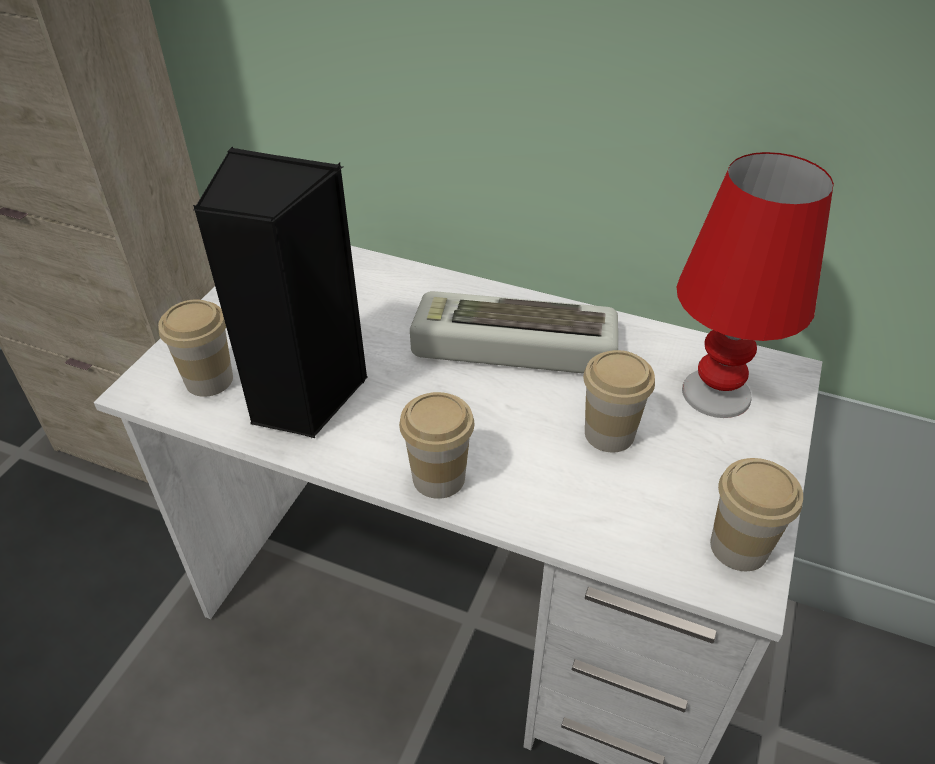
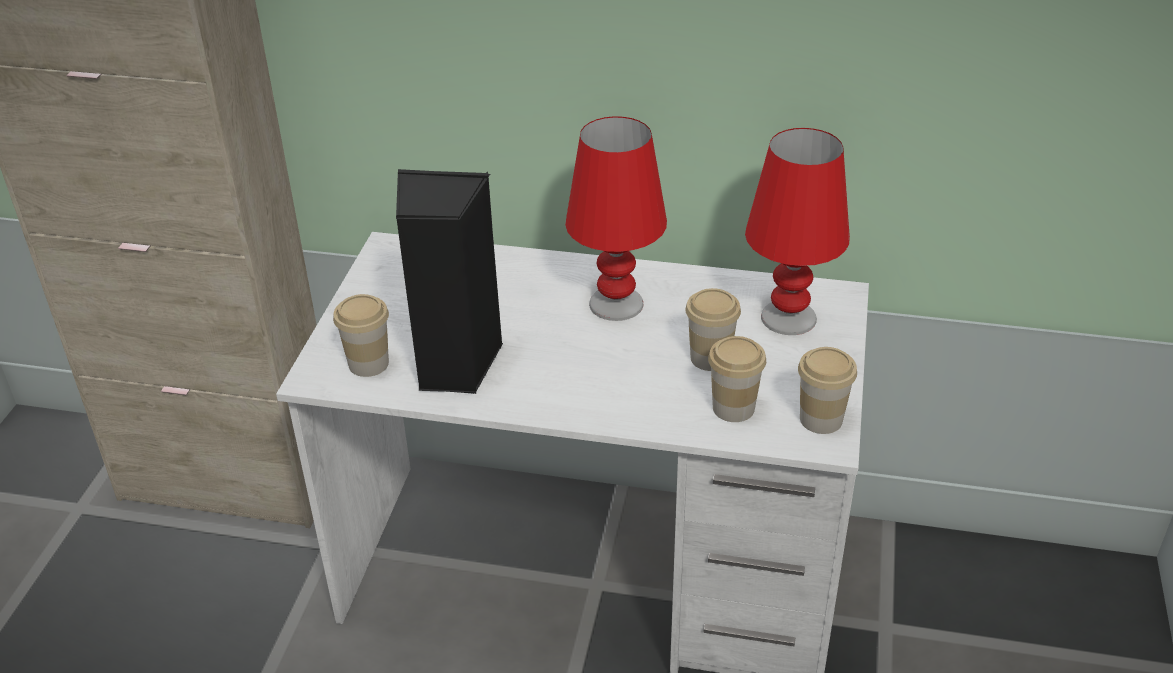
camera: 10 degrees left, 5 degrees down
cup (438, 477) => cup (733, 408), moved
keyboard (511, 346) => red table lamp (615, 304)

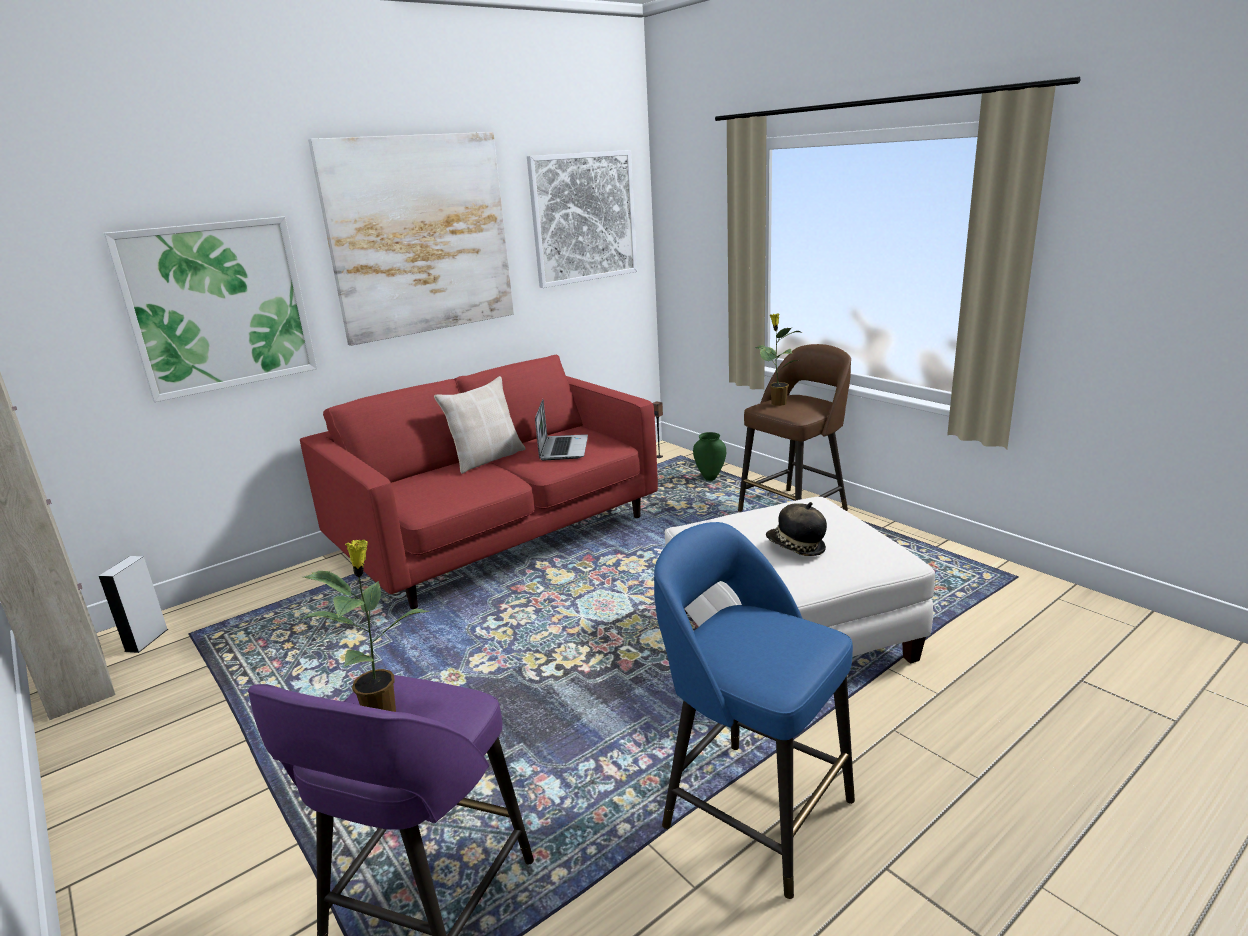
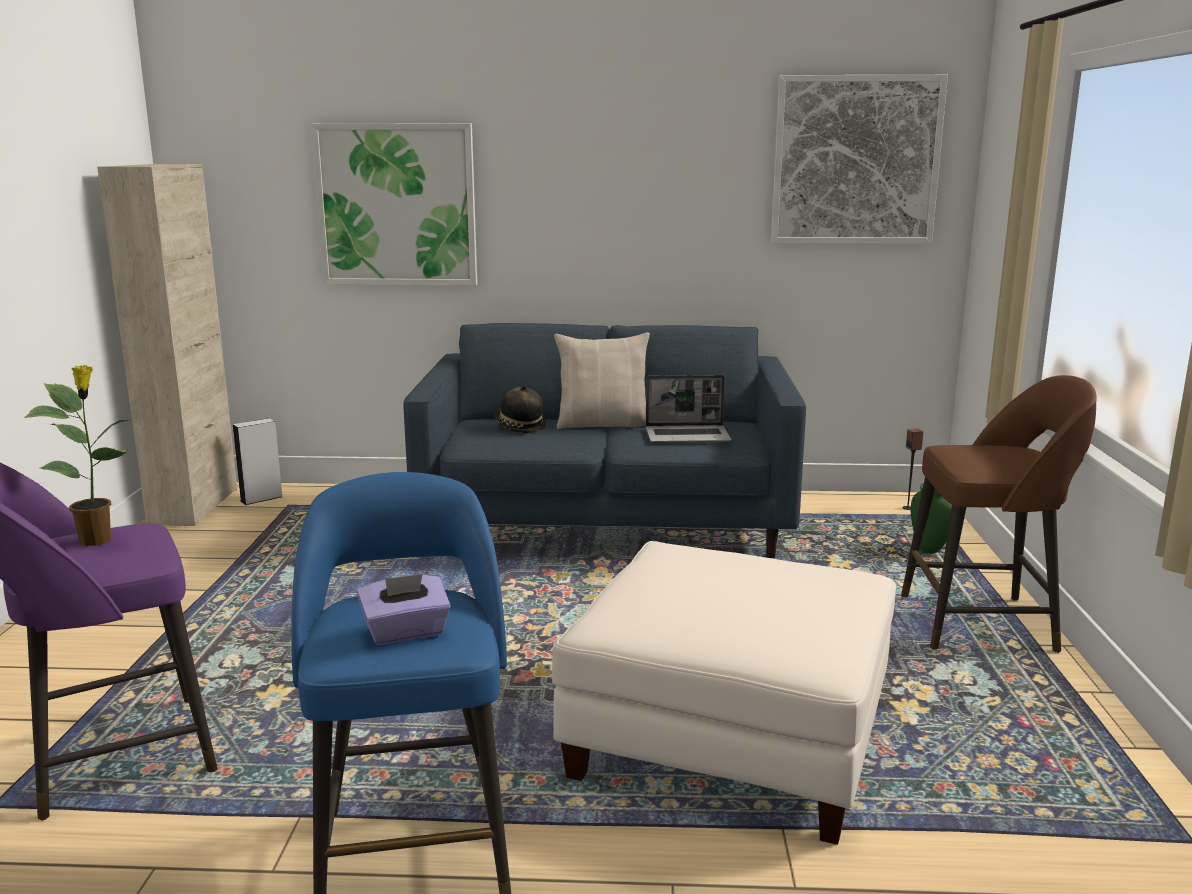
camera: 40 degrees right, 5 degrees down
picture (420, 236) => nothing
potted plant (777, 403) => nothing
nothing => purple tissue box (406, 632)
hat (795, 548) => hat (520, 427), moved
red sofa (498, 537) => blue sofa (606, 524)
laptop (563, 448) => laptop (688, 436), 45 degrees clockwise

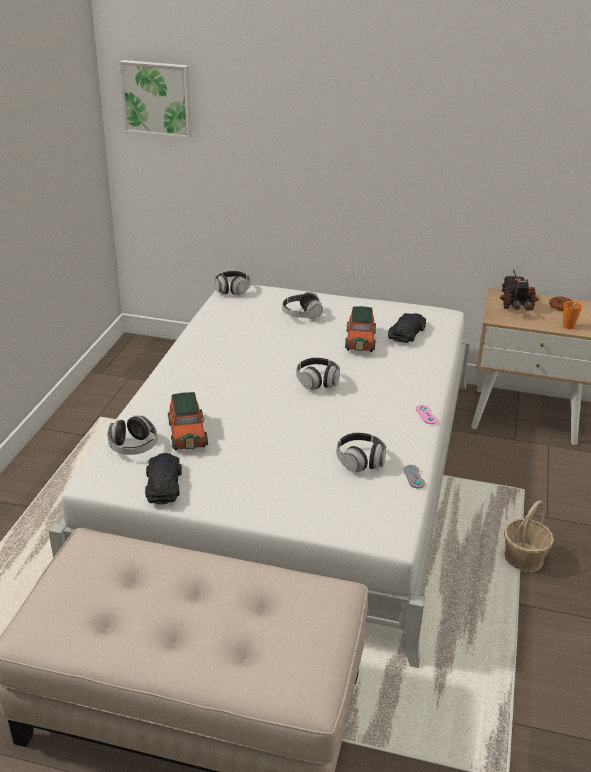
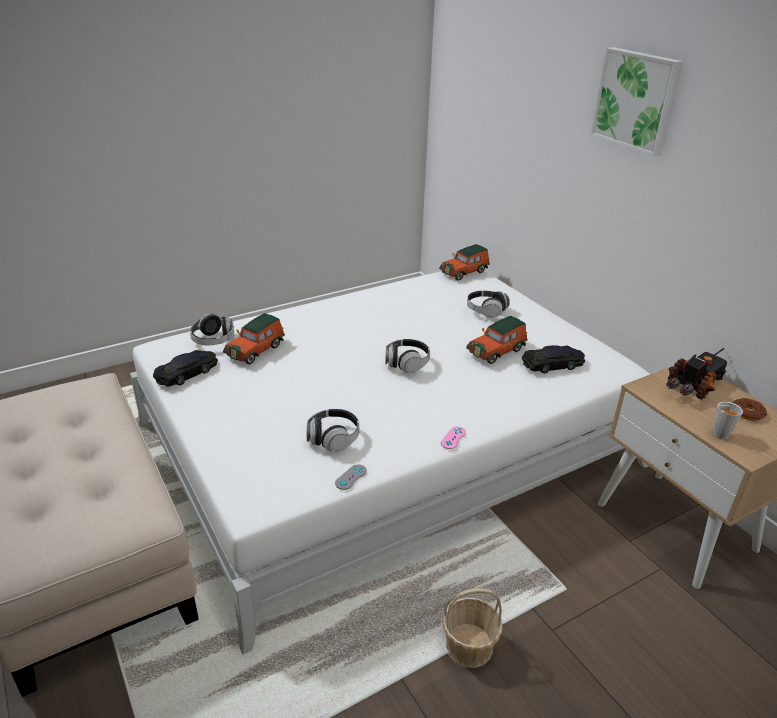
camera: 45 degrees right, 0 degrees up
picture (157, 98) => picture (637, 100), moved
headphones (232, 290) => toy car (465, 272)
orange cup (567, 327) => grey cup (717, 435)

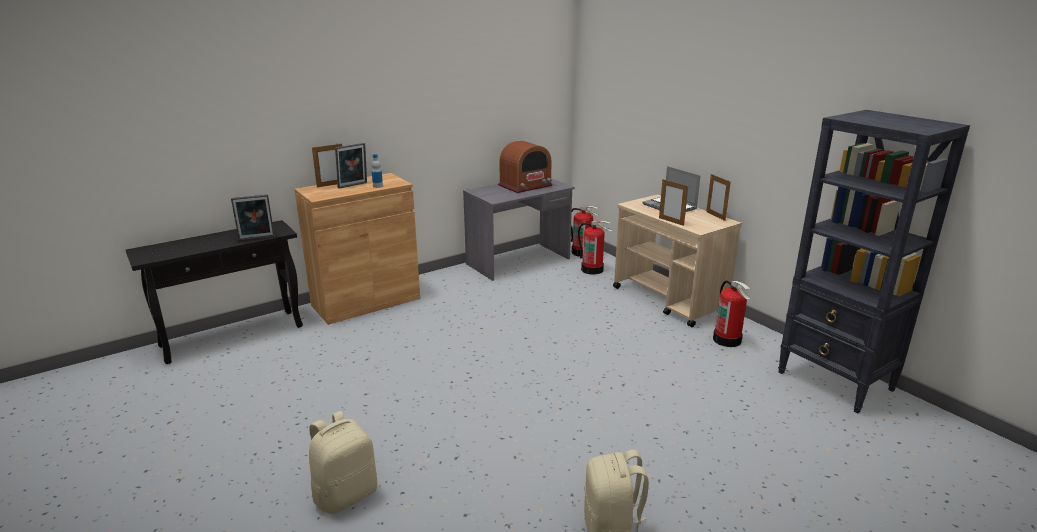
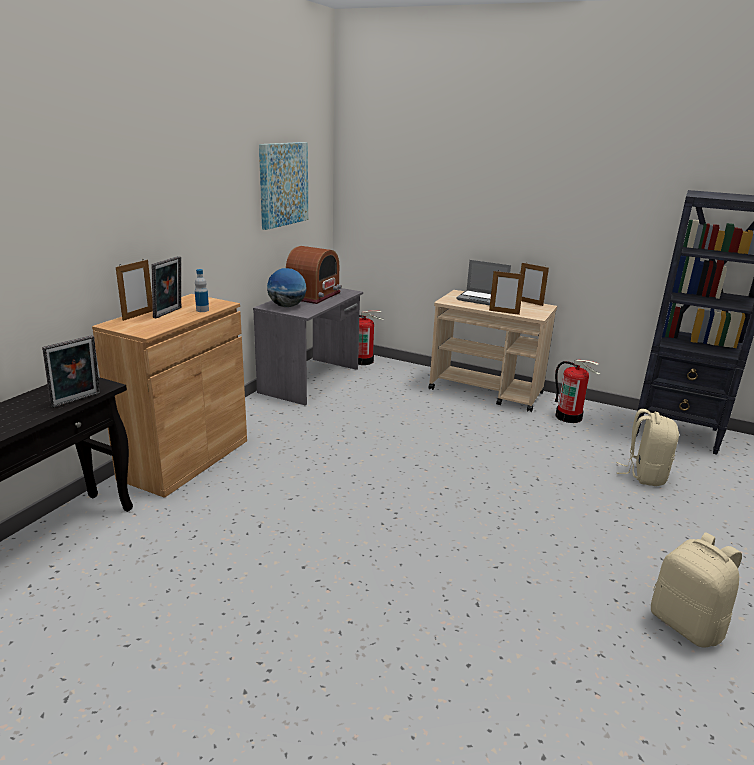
camera: 30 degrees left, 0 degrees up
fire extinguisher (592, 270) => nothing
nothing => picture (283, 184)
nothing => globe (287, 306)
beige backpack (345, 494) => beige backpack (644, 475), moved

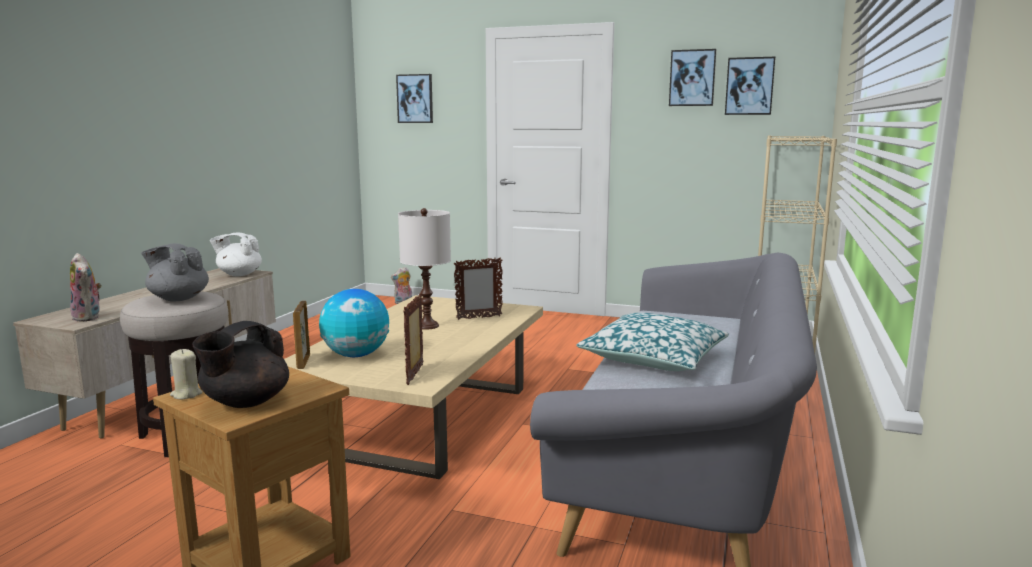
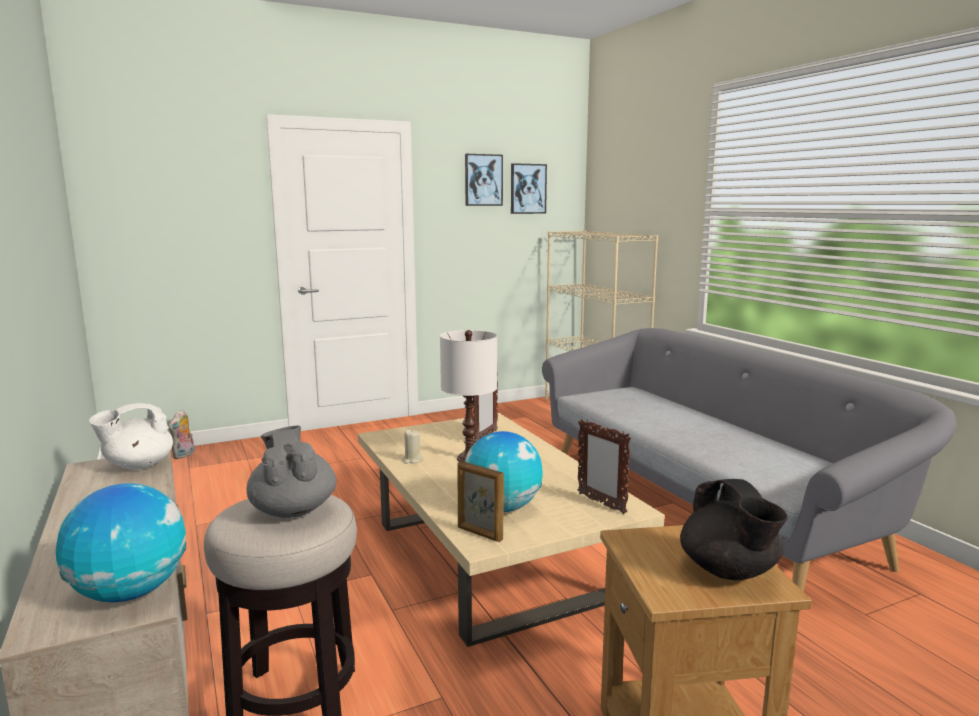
camera: 45 degrees left, 0 degrees up
picture (415, 98) => nothing
pillow (654, 357) => nothing
beige candle (186, 394) => beige candle (412, 460), moved
plush toy (89, 317) => globe (129, 592)
grey teapot (178, 298) => grey teapot (293, 510), 90 degrees clockwise

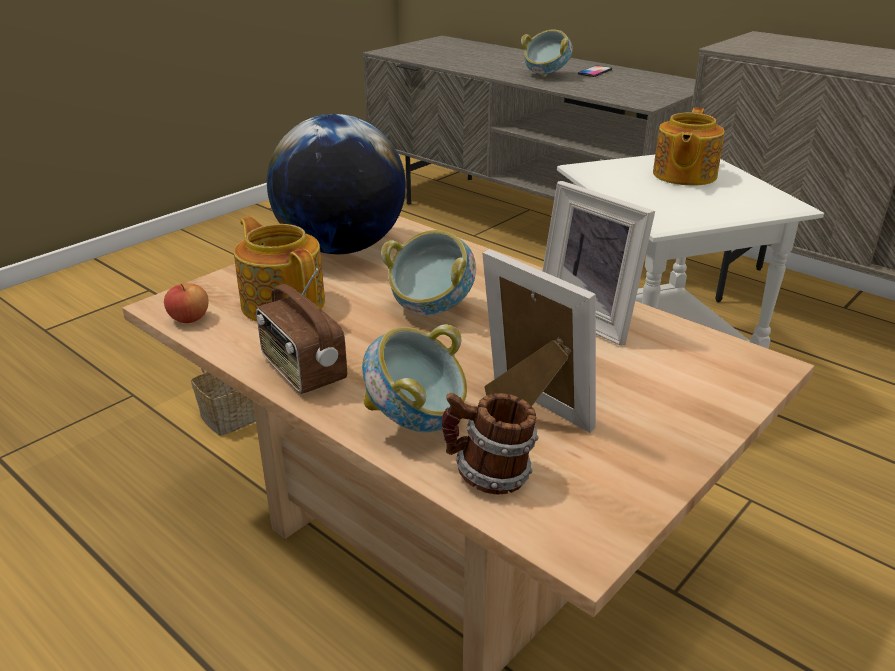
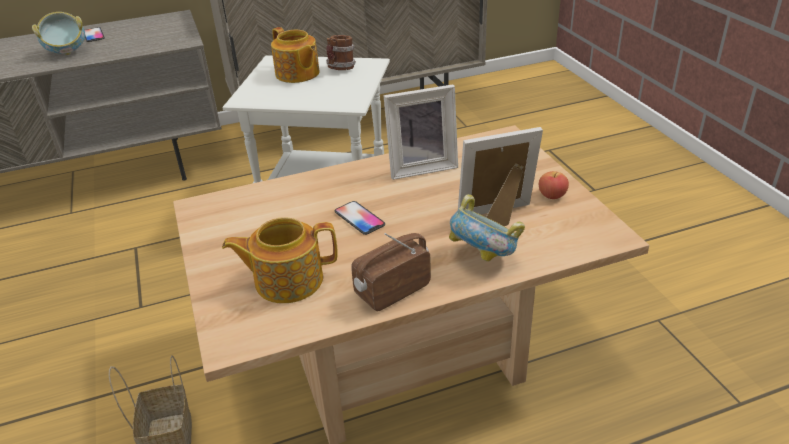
camera: 60 degrees left, 5 degrees up
globe (341, 248) => nothing
apple (189, 318) => apple (552, 195), moved
mug (488, 476) => mug (340, 69), moved
bowl (431, 310) => phone (359, 219)
radio (302, 371) => radio (392, 290), 150 degrees clockwise

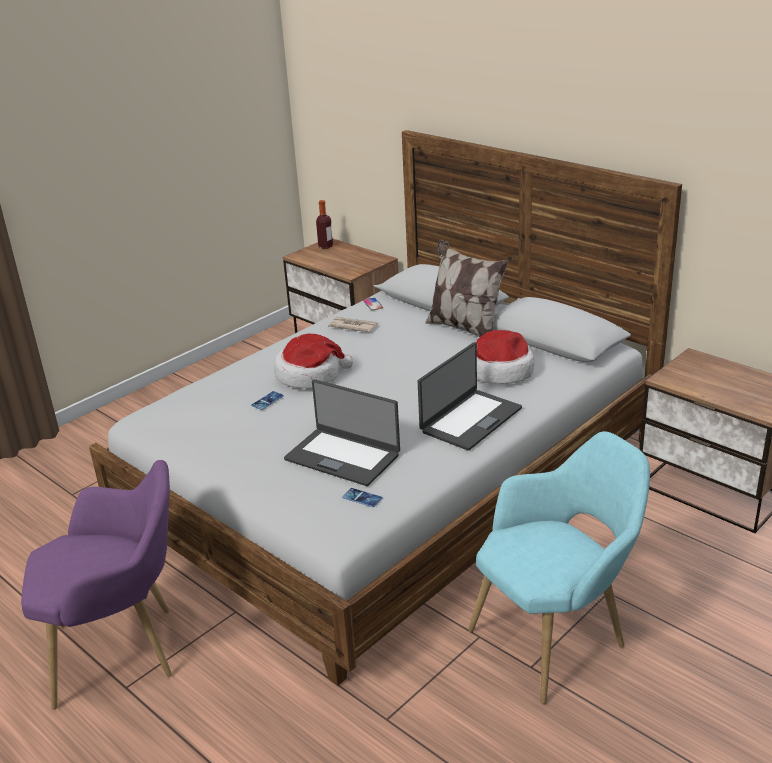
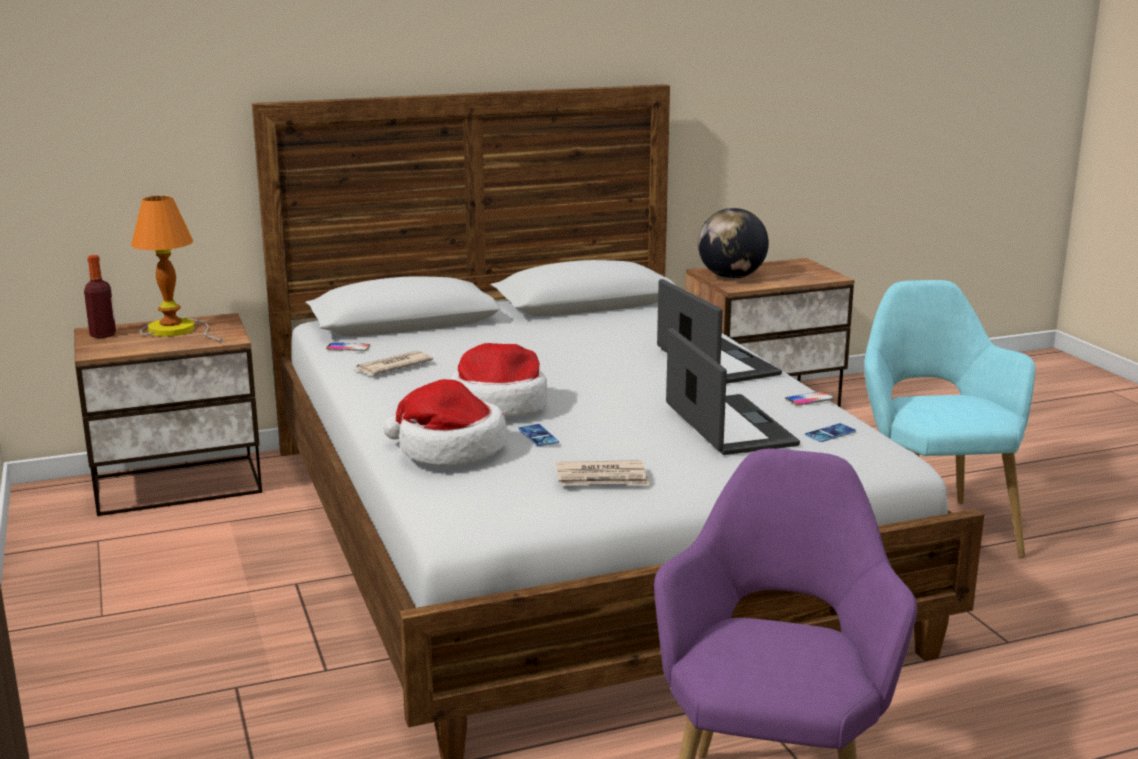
camera: 65 degrees left, 10 degrees down
pillow (464, 328) => nothing
nothing => table lamp (177, 330)
nothing => newspaper (602, 478)
nothing => globe (731, 277)
nothing => phone (809, 399)
hat (500, 371) => hat (449, 449), moved
laptop (343, 456) => laptop (727, 426), 75 degrees counterclockwise

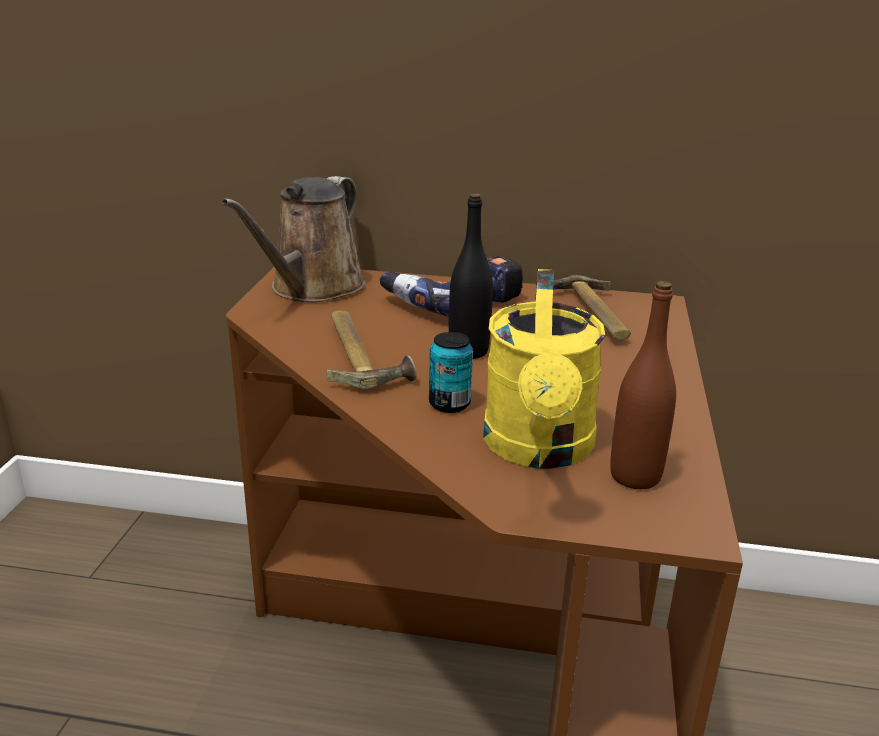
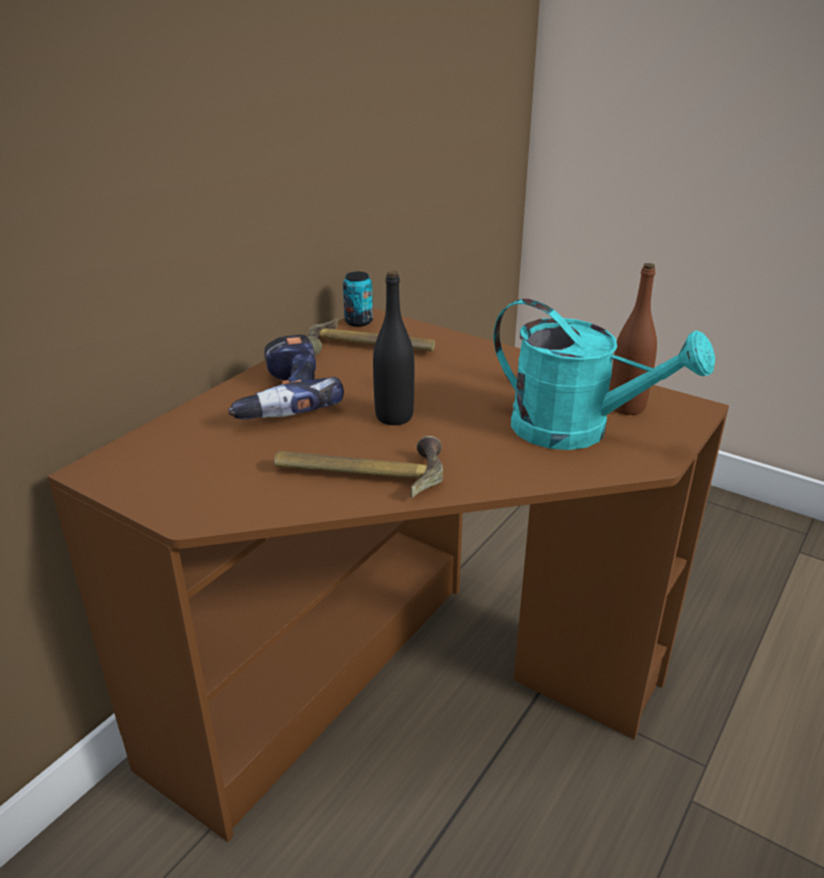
camera: 65 degrees left, 5 degrees up
brown watering can (312, 289) => nothing
can (449, 404) => can (358, 321), moved
yellow watering can (539, 450) => turquoise watering can (577, 430)

